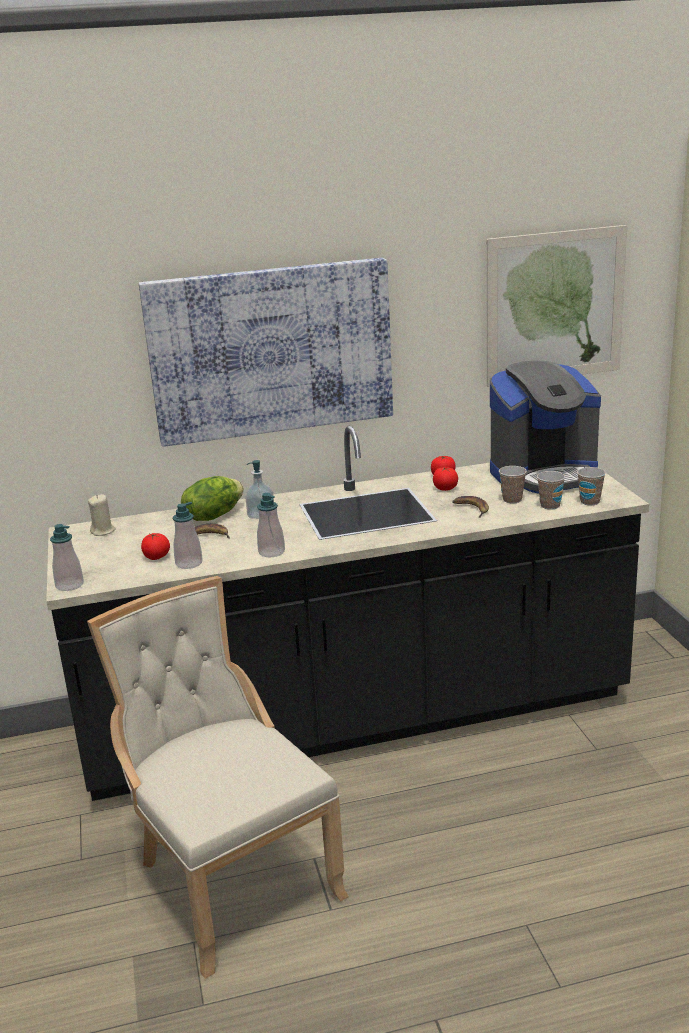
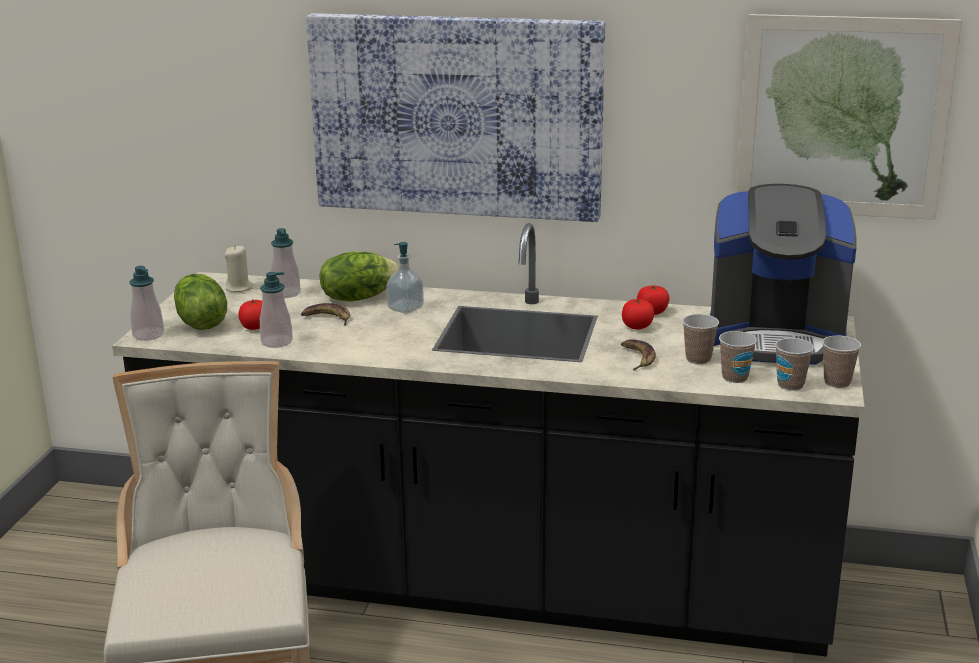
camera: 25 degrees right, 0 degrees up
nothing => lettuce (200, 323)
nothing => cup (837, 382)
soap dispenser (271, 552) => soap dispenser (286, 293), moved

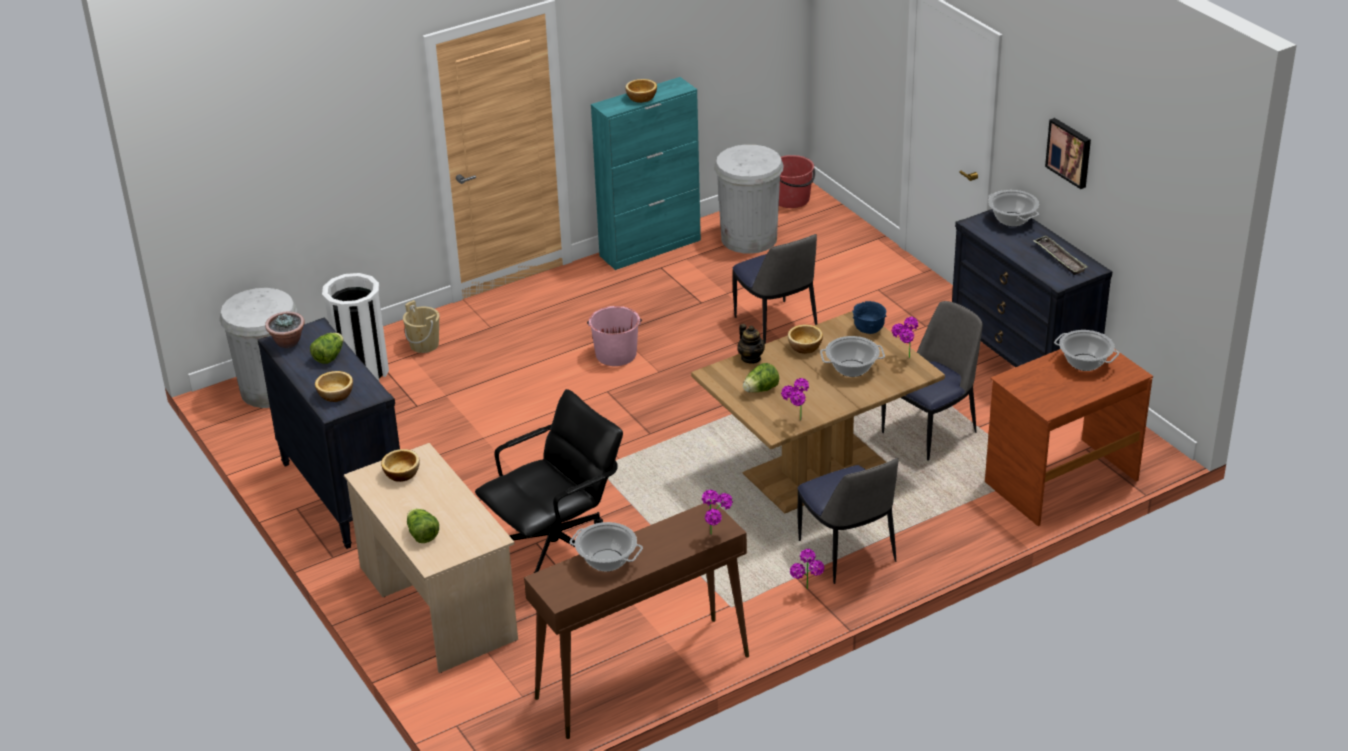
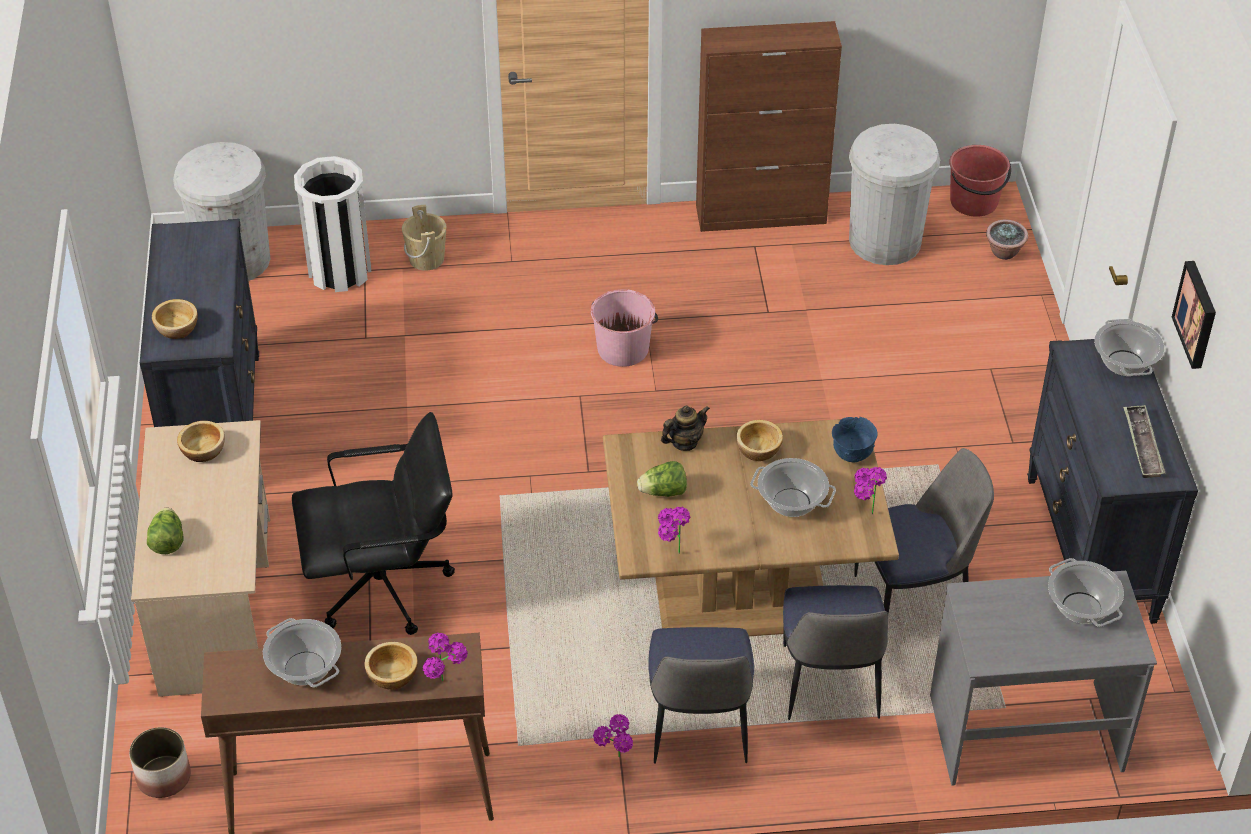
camera: 25 degrees right, 10 degrees up
lettuce (329, 357) => nothing
nothing => planter (164, 776)
potted plant (288, 342) => potted plant (1004, 253), moved
bowl (641, 98) => bowl (391, 676), moved
chair (776, 326) => chair (829, 685), moved
turquoise cabinet (651, 248) => brown cabinet (761, 215)
brown desk (1060, 480) => grey desk (1025, 731)
teapot (751, 358) => teapot (684, 442), 120 degrees counterclockwise

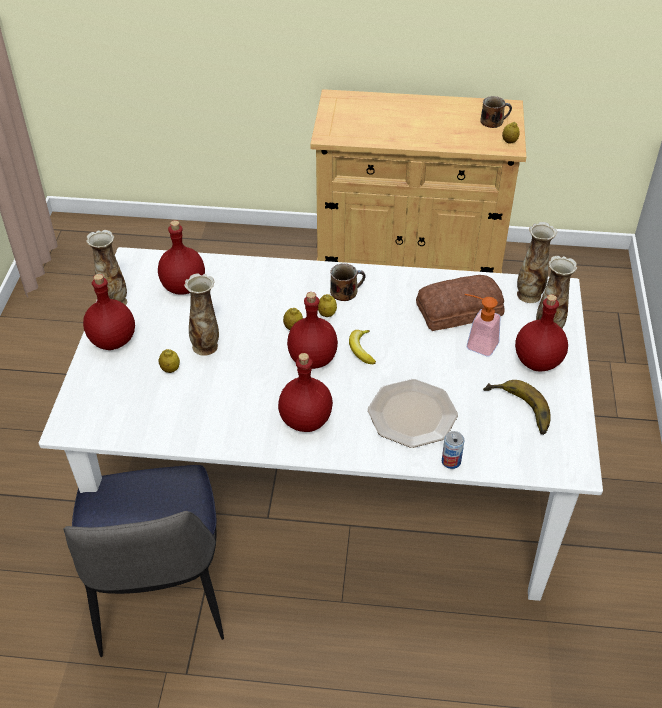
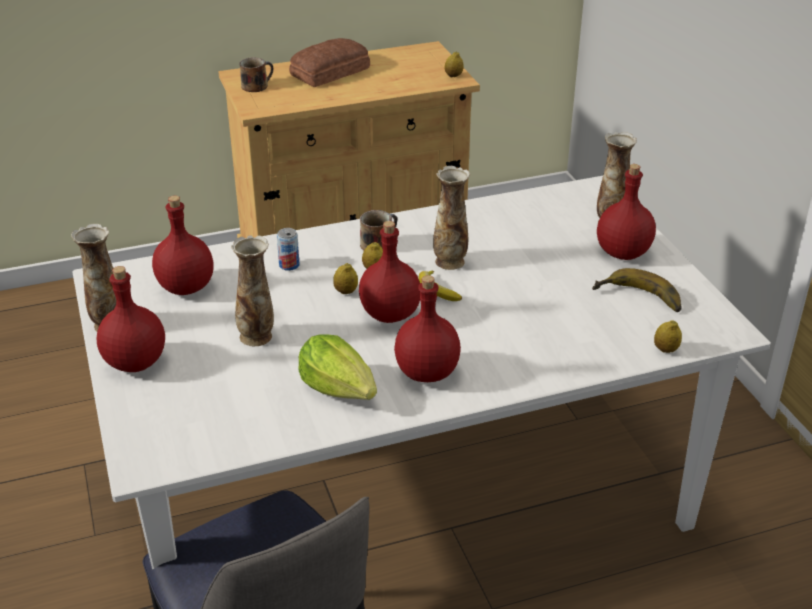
camera: 25 degrees left, 10 degrees down
plate (412, 413) => nothing
soap dispenser (476, 343) => nothing
nothing => lettuce (339, 388)
lemon (170, 369) => lemon (665, 350), moved
bread (460, 311) => bread (332, 72), moved
can (451, 461) => can (289, 265), moved
mug (493, 121) => mug (256, 86), moved
vase (529, 294) => vase (450, 261), moved

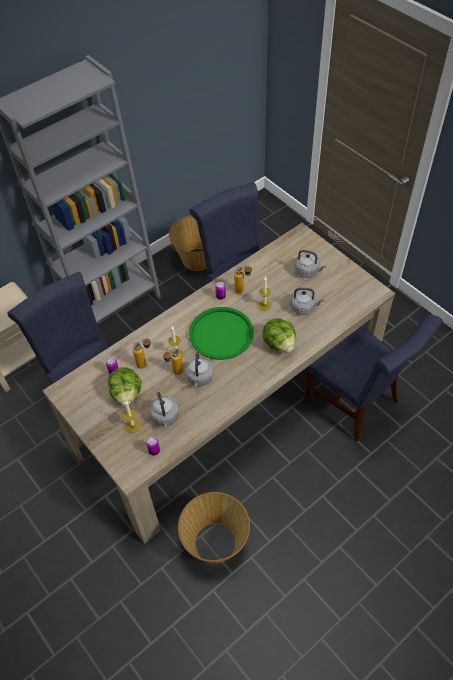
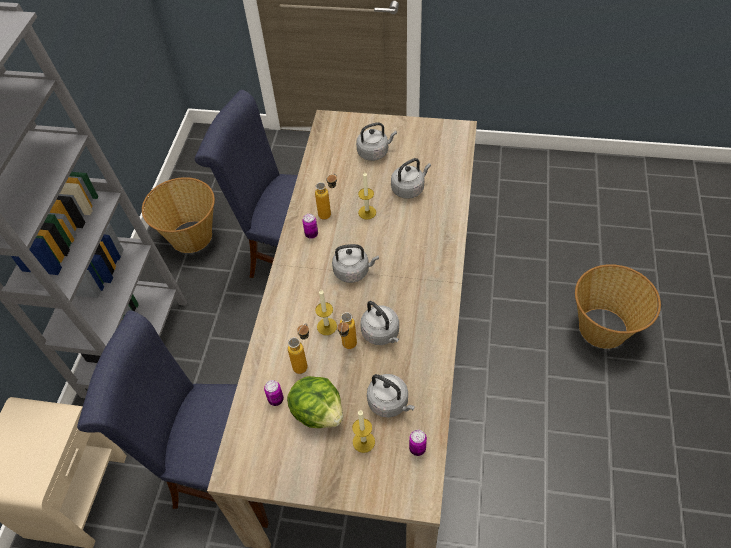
camera: 40 degrees left, 0 degrees up
lettuce (279, 344) => nothing
blue chair (356, 403) => nothing
basket (215, 543) => basket (604, 328), moved
green tray (221, 333) => grey kettle (353, 271)

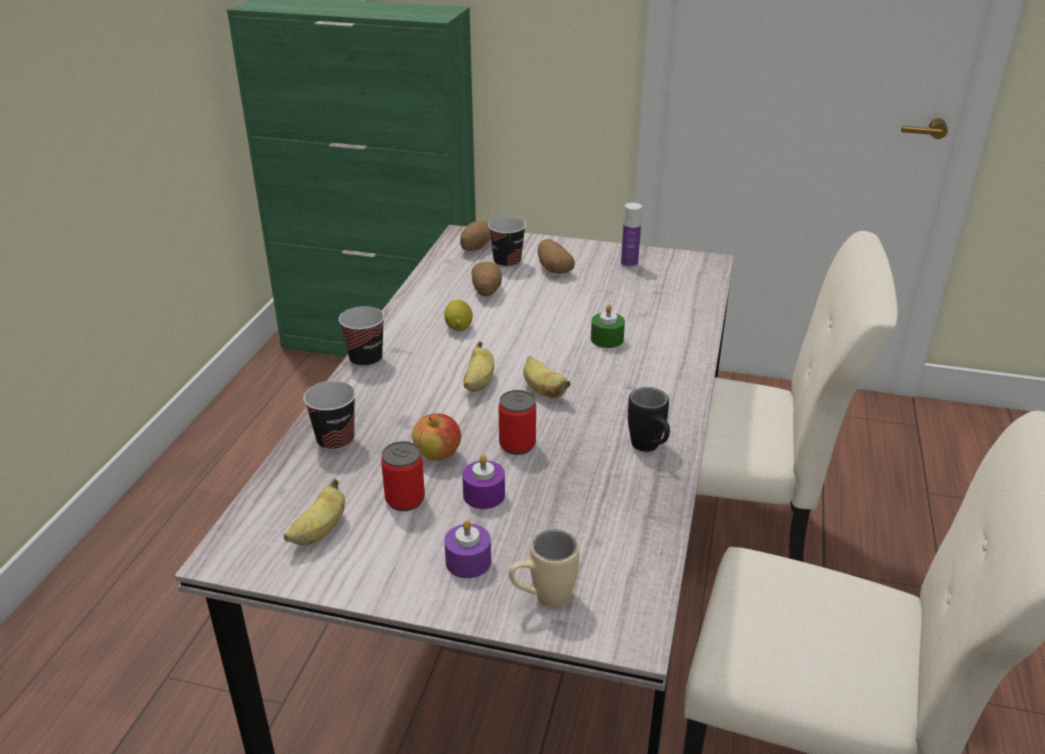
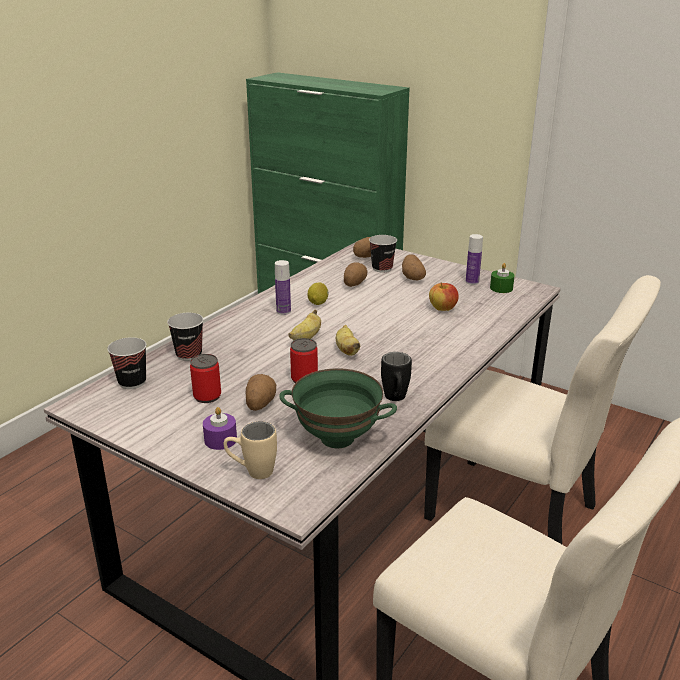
camera: 20 degrees right, 5 degrees down
banana (319, 532) => nothing
nothing => bottle (283, 311)
nothing => green bowl (336, 439)
cup (366, 360) => cup (132, 382), moved
apple (437, 455) => apple (442, 309), moved
green candle (607, 339) => green candle (501, 288), moved
purple candle (484, 495) => potato (259, 404)

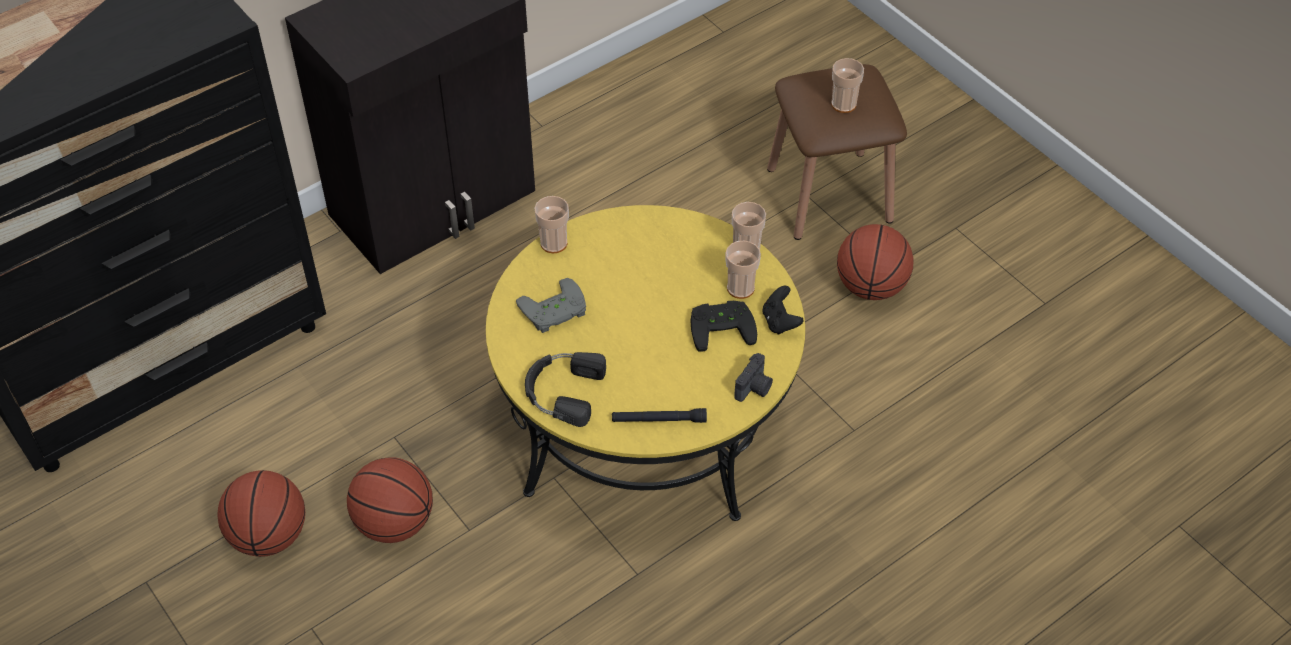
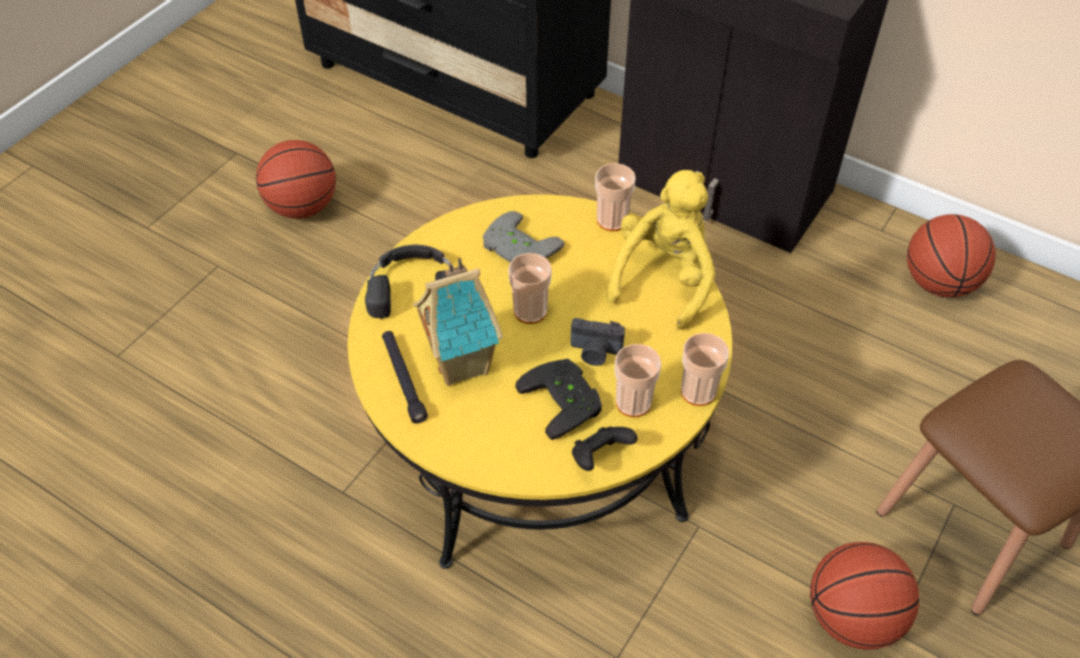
camera: 70 degrees right, 0 degrees up
nothing => toy house (463, 364)
nothing => yellow plush toy (664, 278)
basketball (394, 523) => basketball (938, 283), moved
photo camera (754, 388) => photo camera (595, 352), moved
cup (843, 104) => cup (530, 311), moved

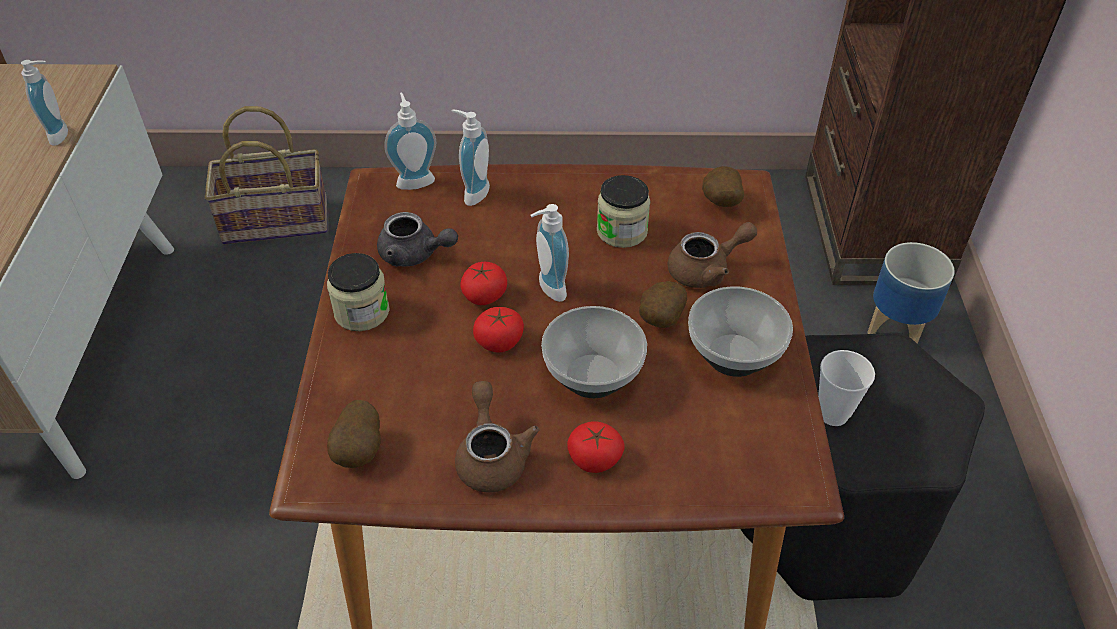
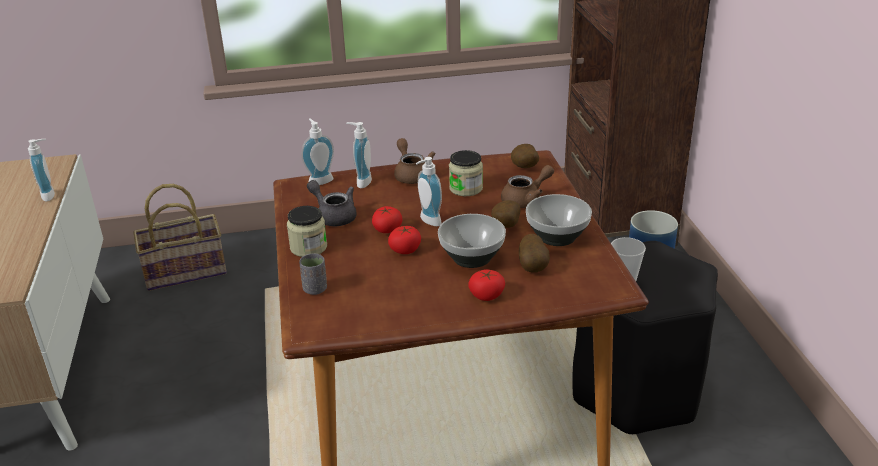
camera: 10 degrees left, 15 degrees down
nothing => grey cup (315, 289)
potato (360, 451) => potato (533, 267), moved
brown teapot (492, 456) => brown teapot (412, 174), moved
grey teapot (415, 255) => grey teapot (333, 216), 150 degrees counterclockwise

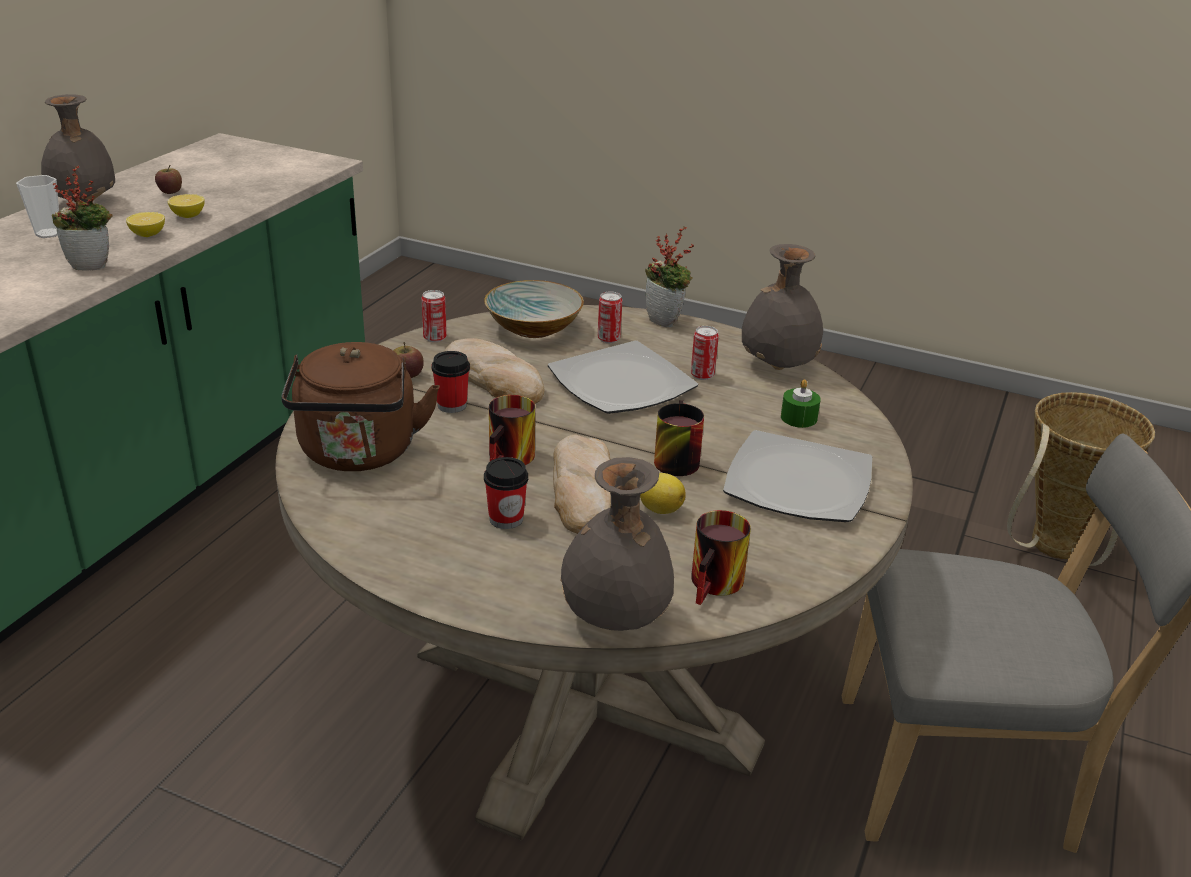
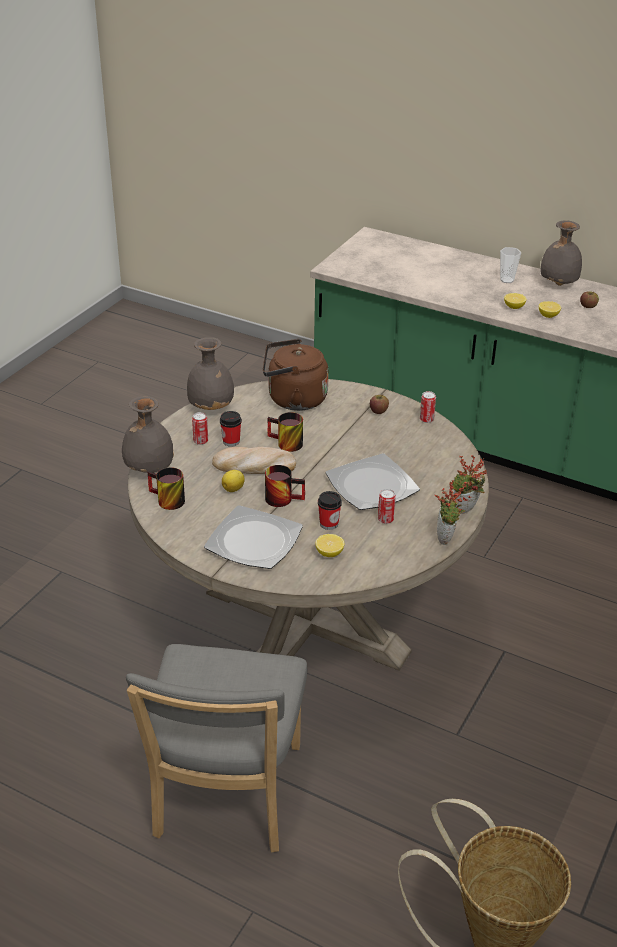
camera: 95 degrees right, 5 degrees up
bread (494, 378) => nothing
bowl (534, 327) => nothing
potted plant (92, 265) => potted plant (447, 539), moved
cup (452, 405) => cup (329, 524), moved
can (608, 339) => can (200, 441), moved
grey vase (777, 365) => grey vase (212, 407), moved
green candle (798, 418) => lemon (329, 553)

